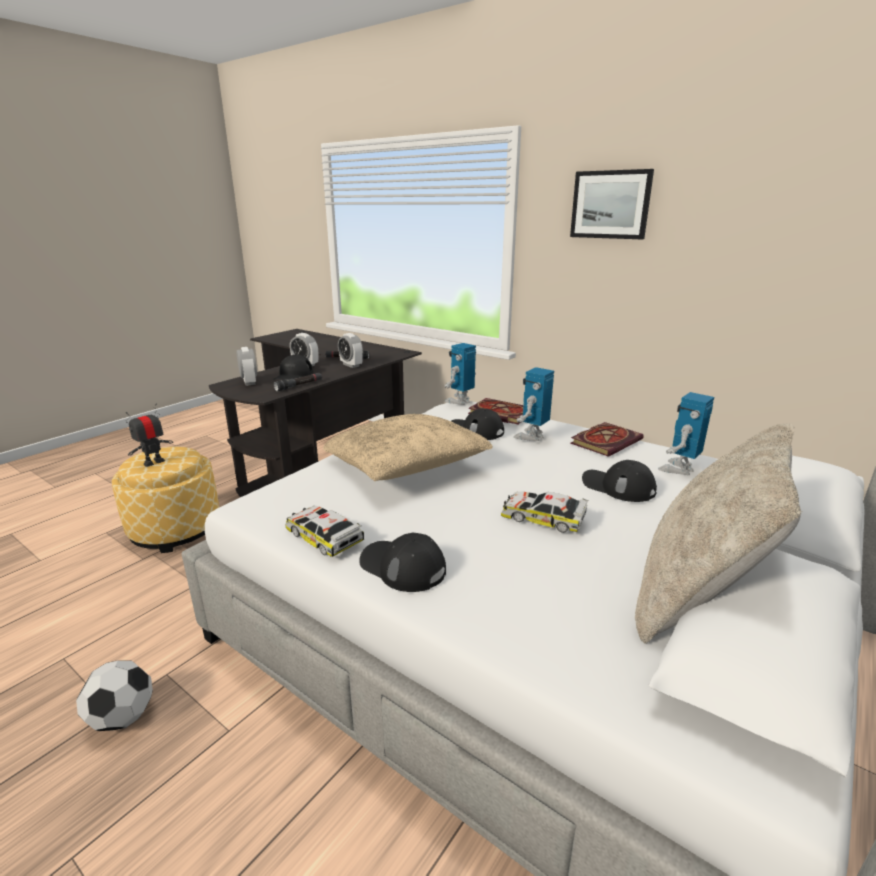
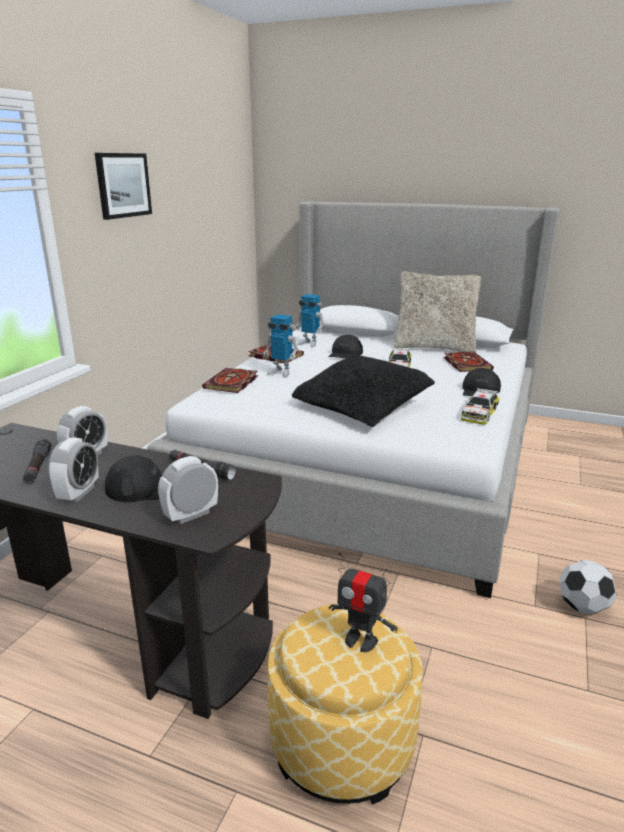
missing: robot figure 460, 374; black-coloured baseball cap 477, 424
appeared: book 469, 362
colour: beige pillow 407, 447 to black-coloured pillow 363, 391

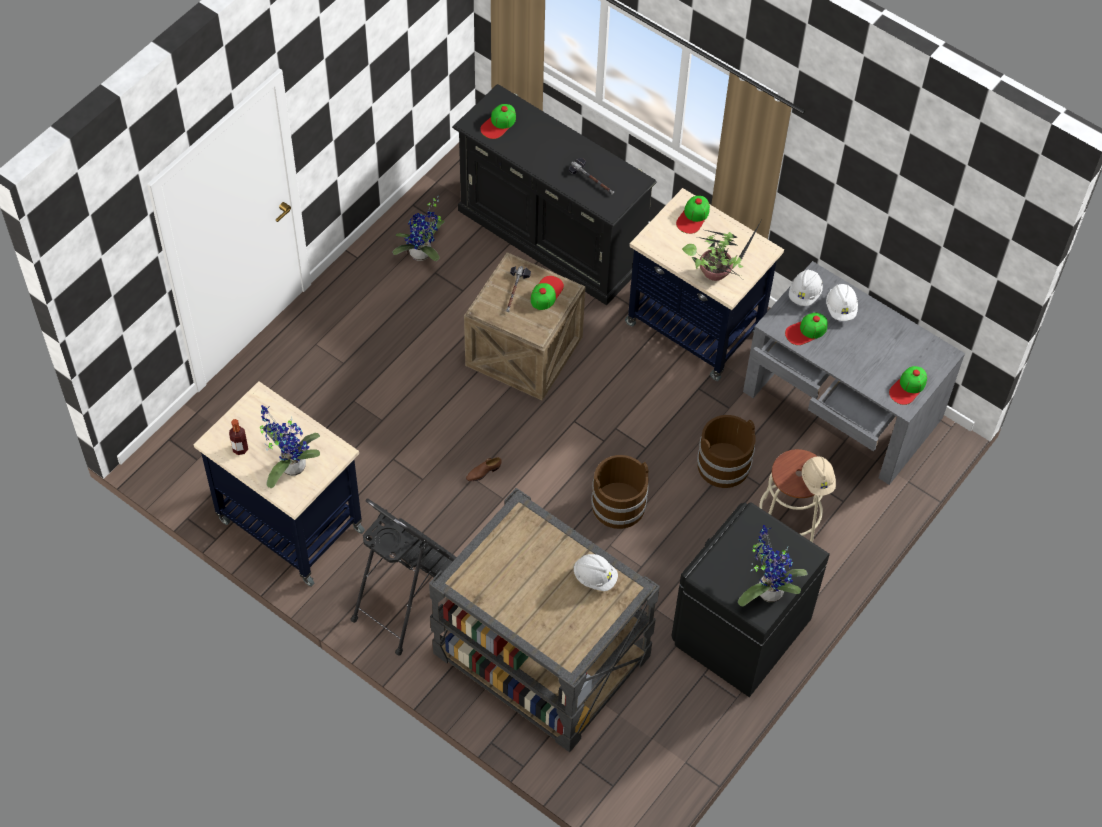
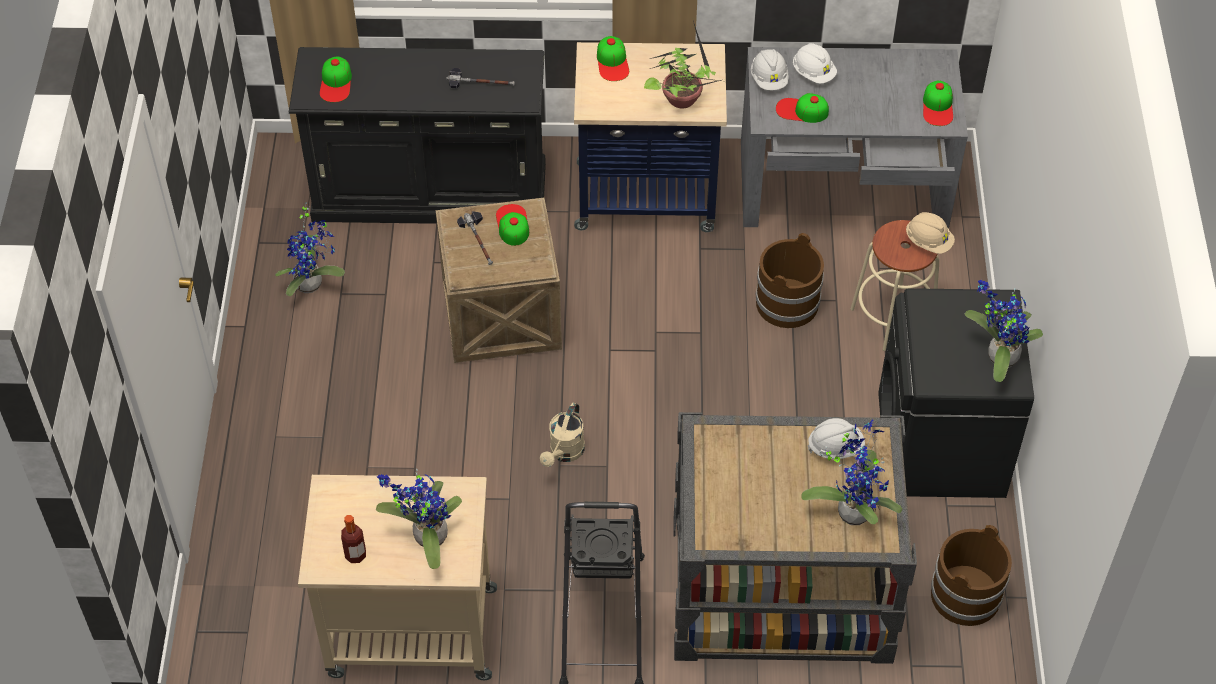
appeared: plant in a pot 851, 472
relocated: brown-coloured water bucket 620, 492 to 971, 575
exchanged: brown-coloured shoe 484, 469 to beige watering can 562, 435
colour: blue-coloured wheeled cart 279, 484 to beige wheeled cart 397, 577
spun: baseball cap 806, 329 = 802, 108 75 degrees clockwise

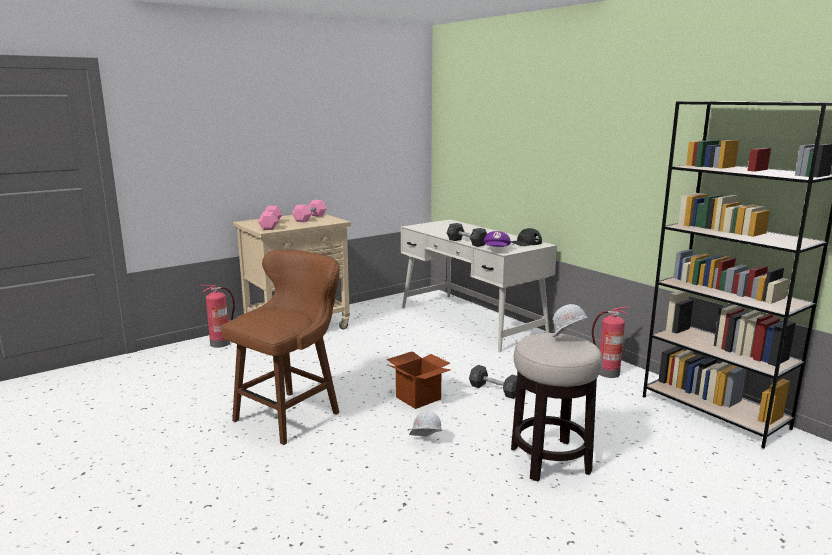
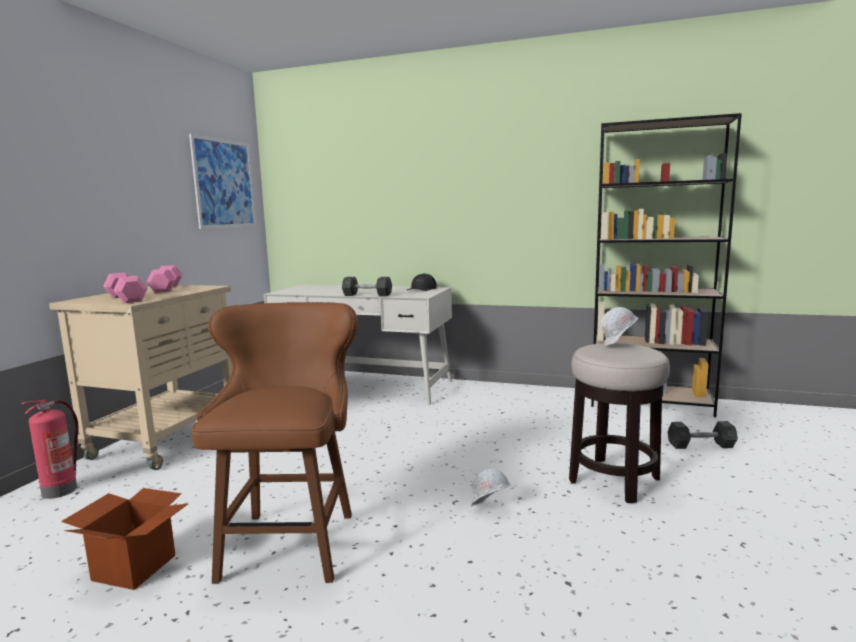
missing: purple-coloured baseball cap 497, 239; fire-fighting cylinder 611, 342
appeared: picture 222, 181
relocated: cardboard box 419, 380 to 124, 539; gray hand weight 493, 382 to 702, 435

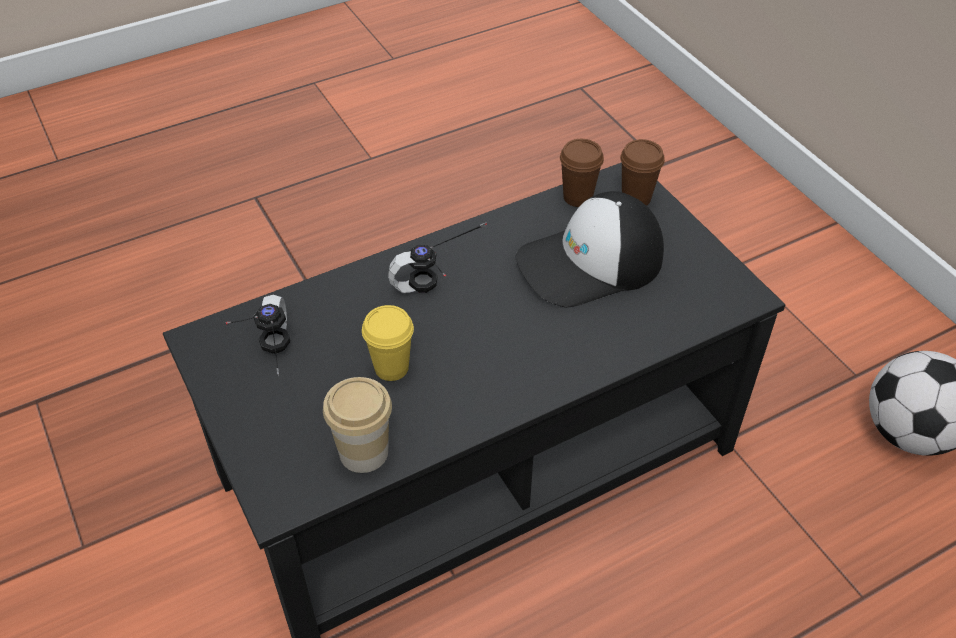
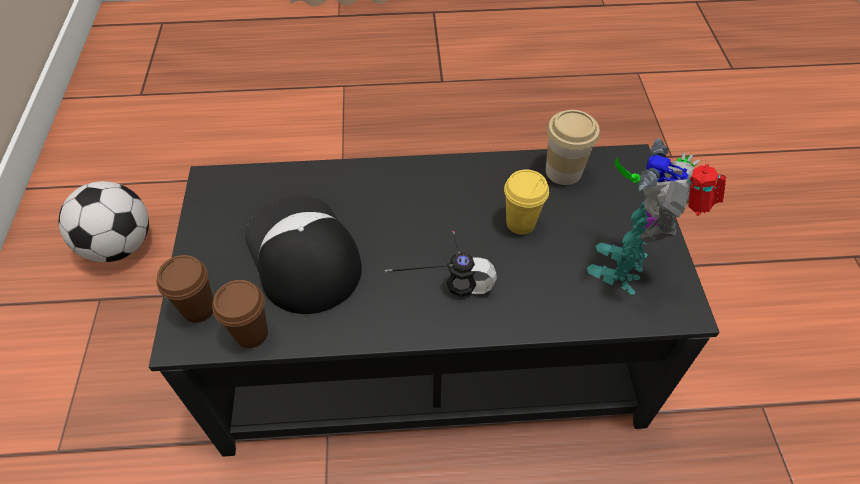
exchanged: headset 258, 335 to robot figure 656, 216
spun: baseball cap 590, 249 = 303, 255 120 degrees counterclockwise

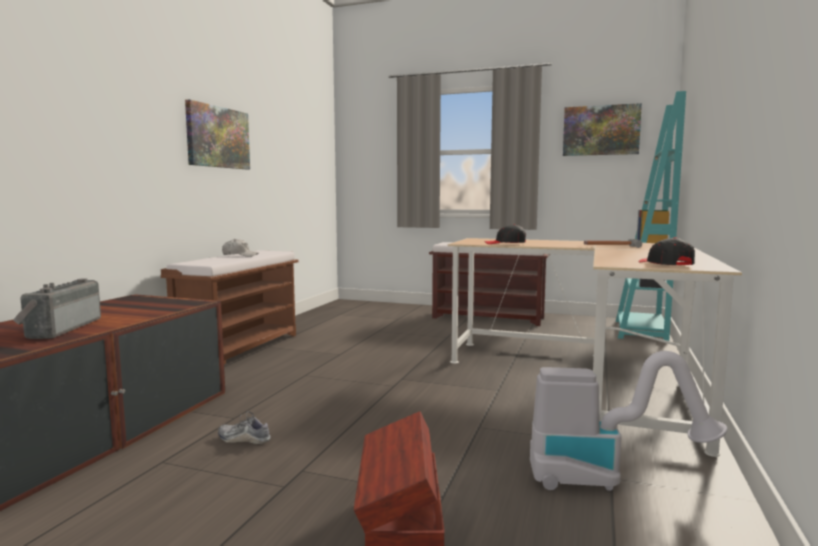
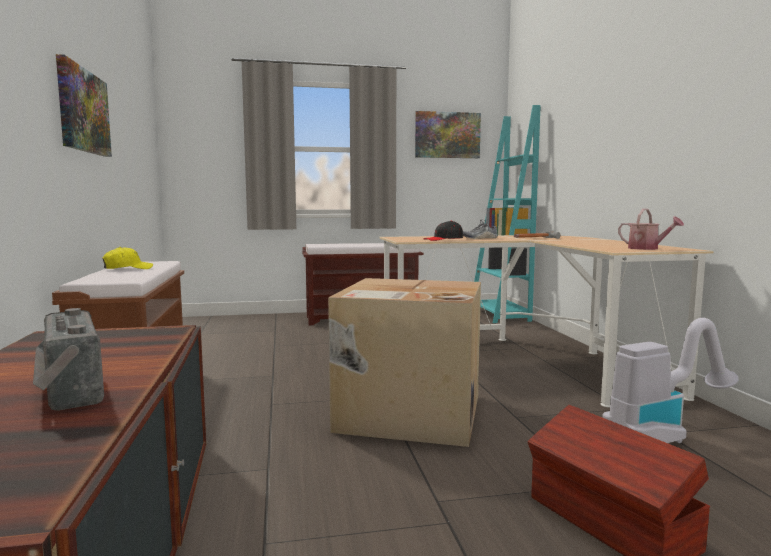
appeared: cardboard box 404, 362
relocated: shoe 244, 427 to 480, 229
exchanged: black-coloured baseball cap 666, 251 to watering can 651, 229
colour: white-coloured baseball cap 240, 248 to yellow baseball cap 128, 258

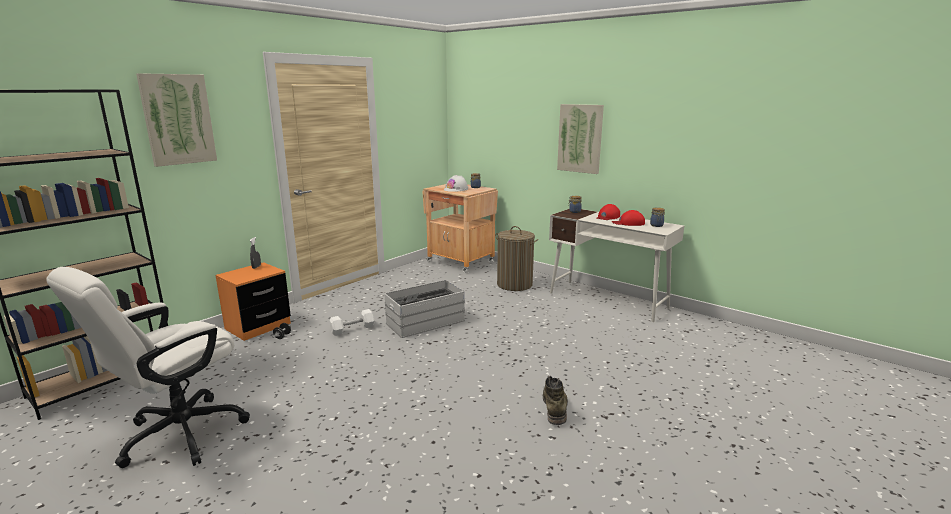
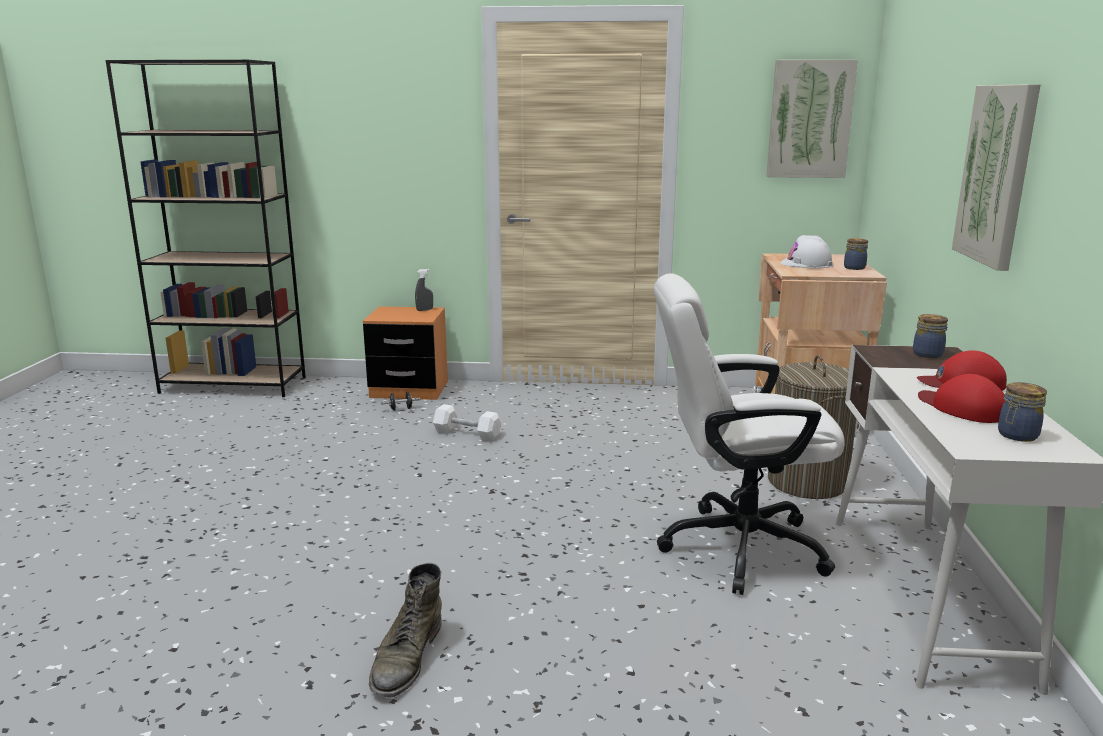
missing: gray storage box 424, 309
relocated: white-coloured computer chair 148, 367 to 749, 434; picture 176, 120 to 812, 119
spun: green tall boot 555, 400 = 405, 630 135 degrees clockwise

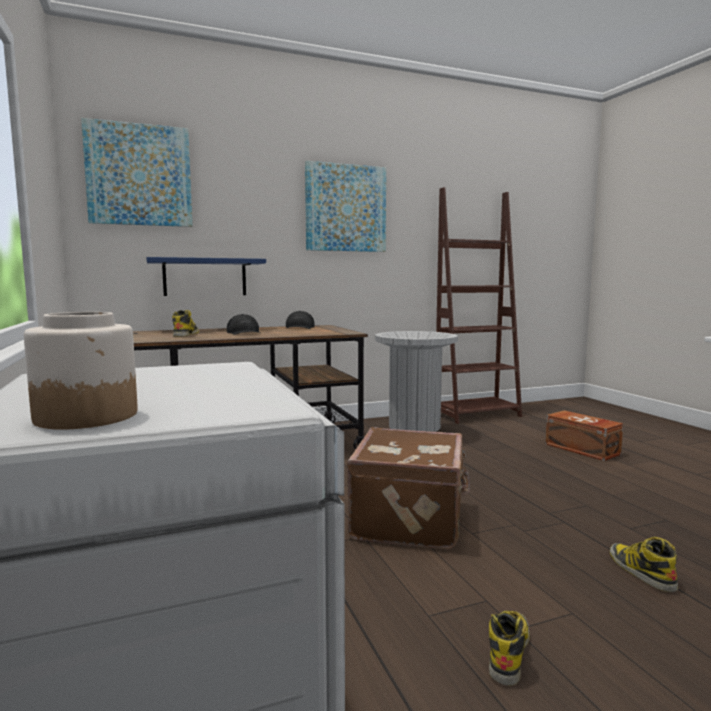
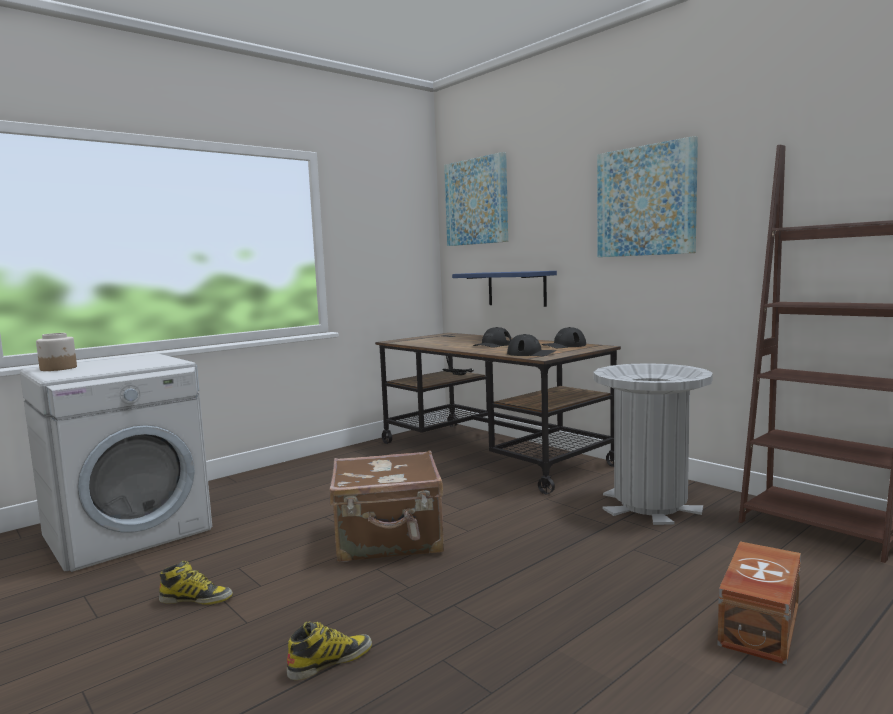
missing: tall boot 185, 323
appeared: black-coloured baseball cap 531, 345

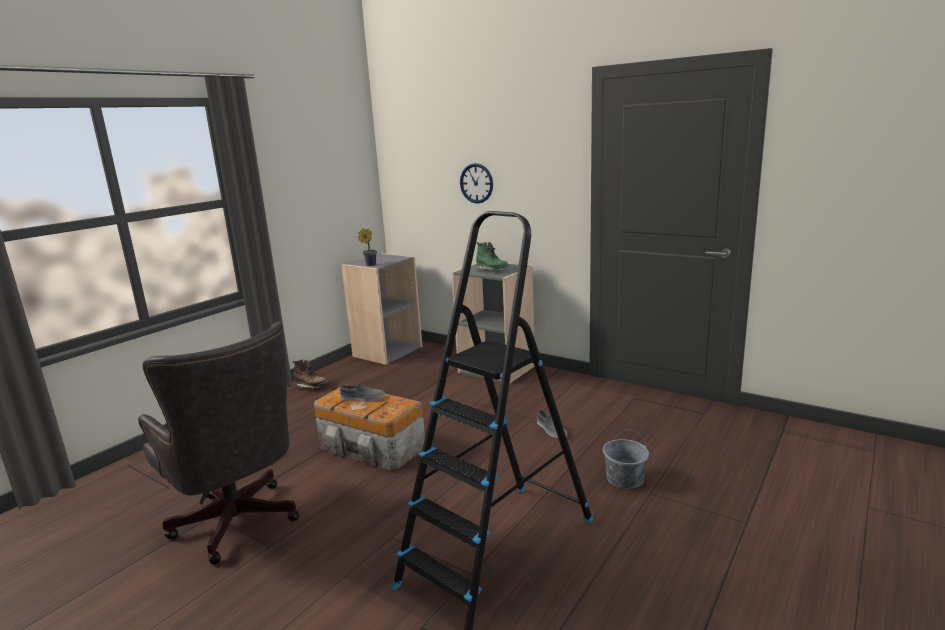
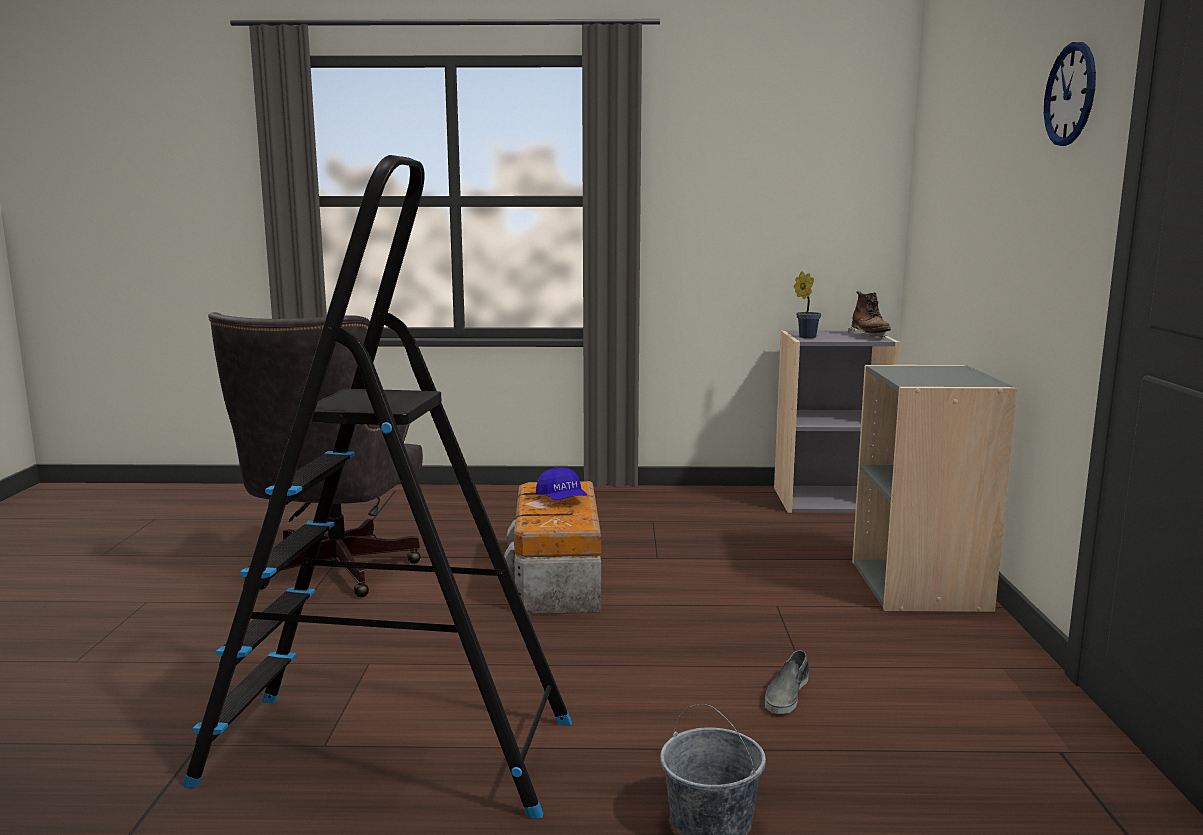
missing: green tall boot 492, 256
relocated: brown-coloured tall boot 310, 374 to 869, 314; clock on the wall 476, 183 to 1070, 94
exchanged: gray shoe 362, 392 to blue-coloured baseball cap 561, 483

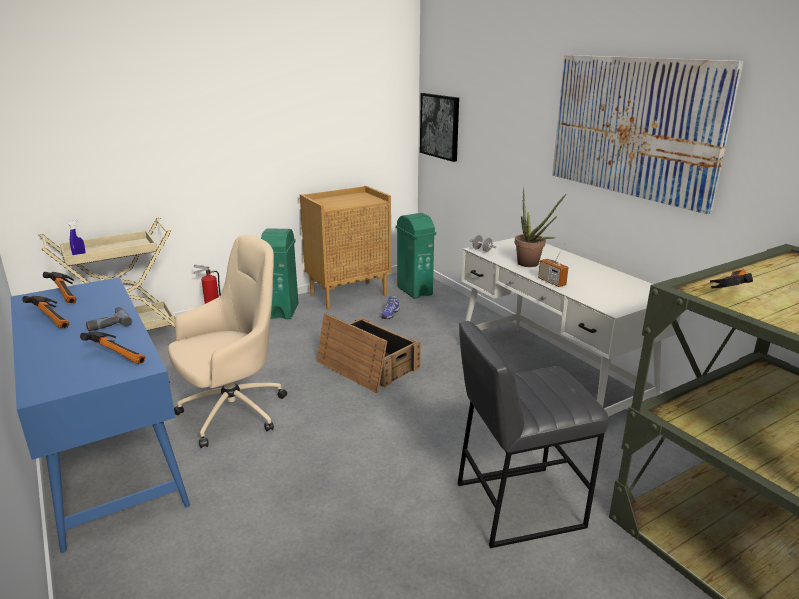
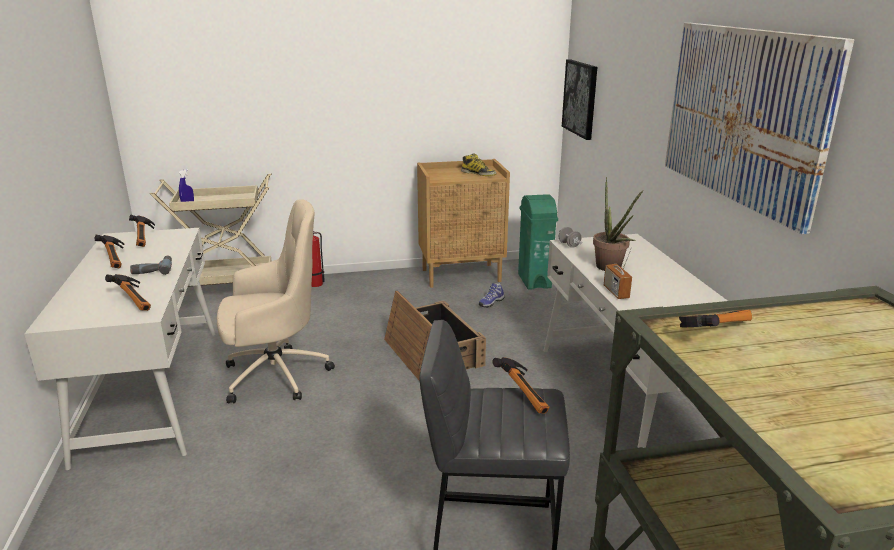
missing: green trash can 279, 274
appeared: tall boot 479, 164; tool hammer 520, 385
colour: blue-coloured desk 100, 415 to white-coloured desk 120, 349

